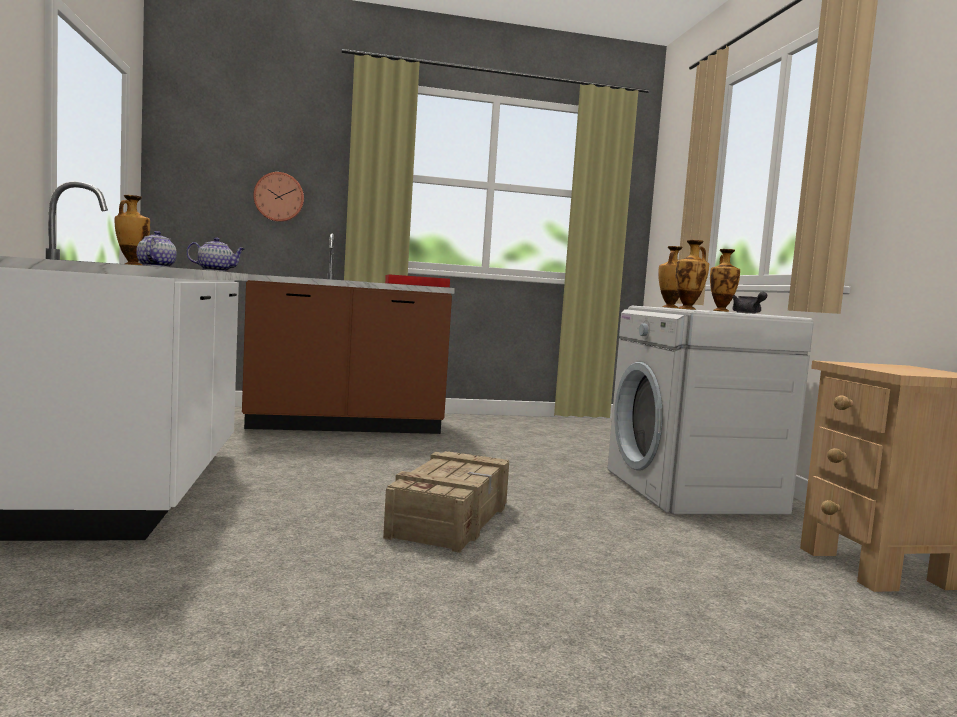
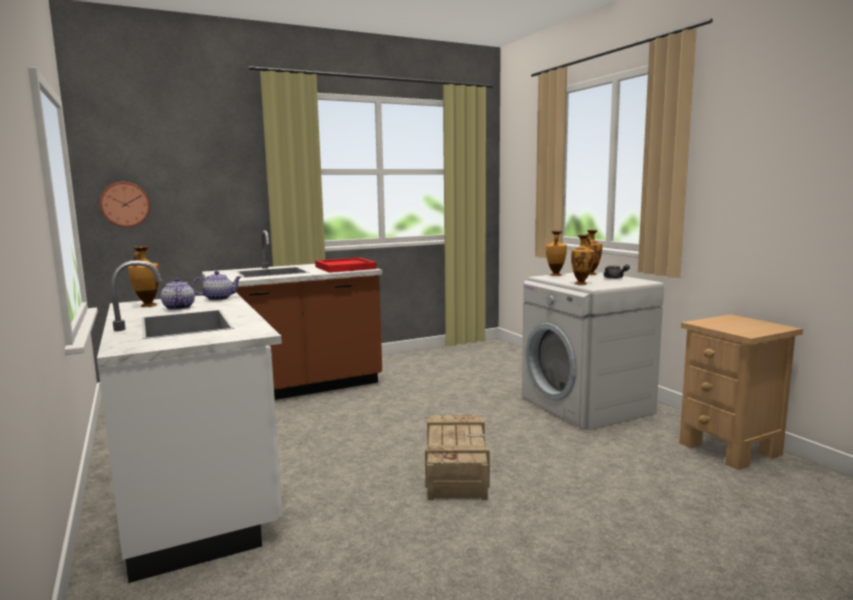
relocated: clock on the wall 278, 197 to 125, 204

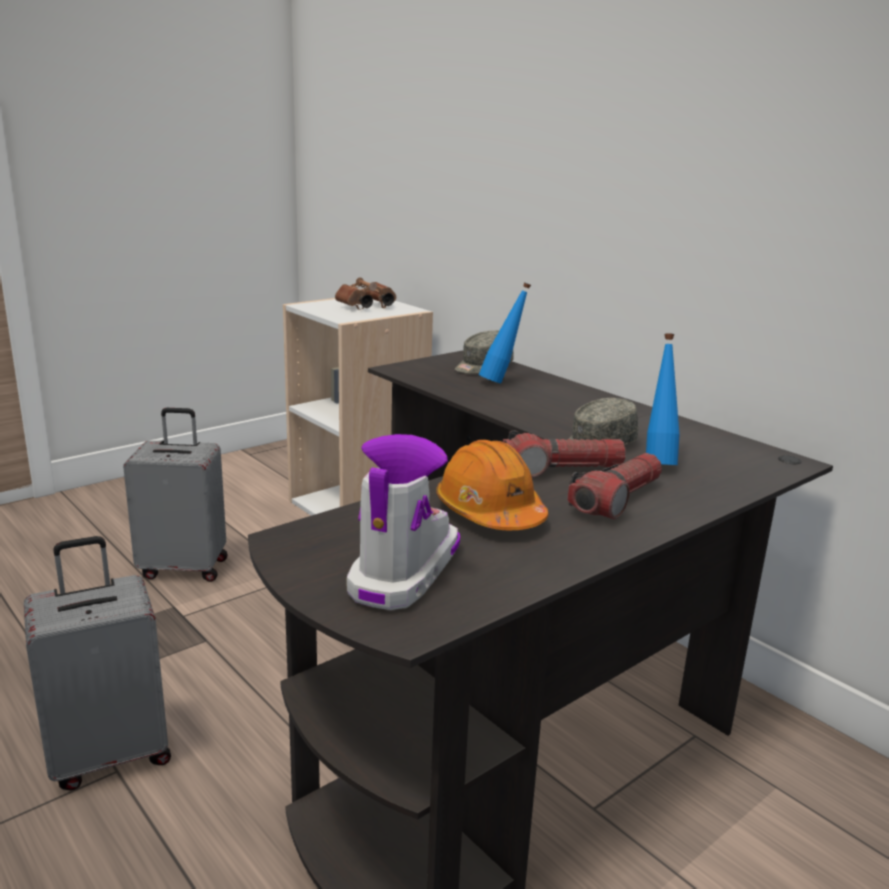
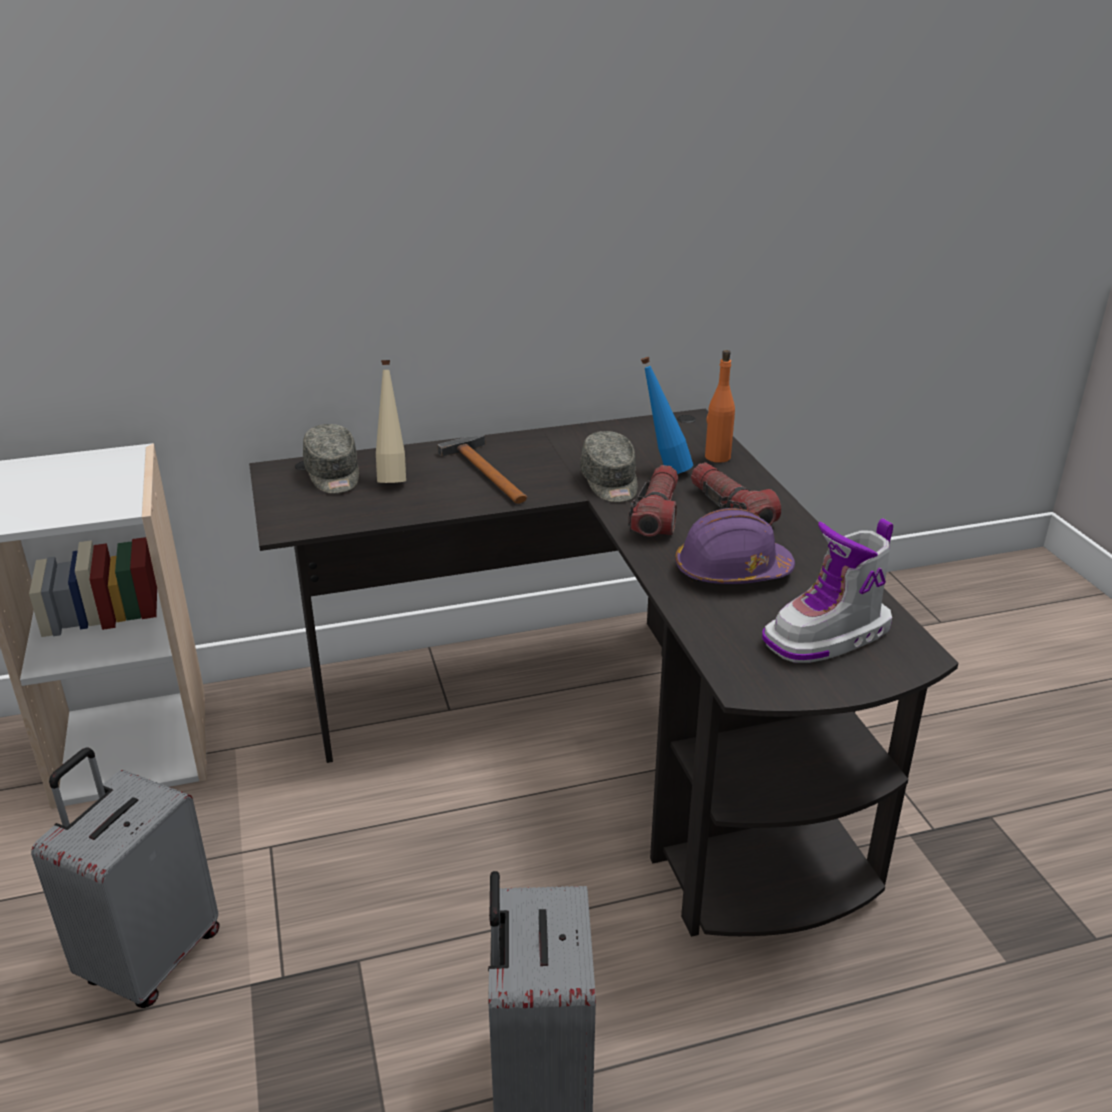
missing: brown-coloured field glasses 365, 293
appeared: tool hammer 482, 469; orange-coloured drink bottle 720, 406
colour: blue-coloured drink bottle 505, 332 to beige drink bottle 391, 421; orange-coloured safety helmet 492, 485 to purple-coloured safety helmet 735, 546
spun: tall boot 403, 522 = 827, 591 75 degrees counterclockwise

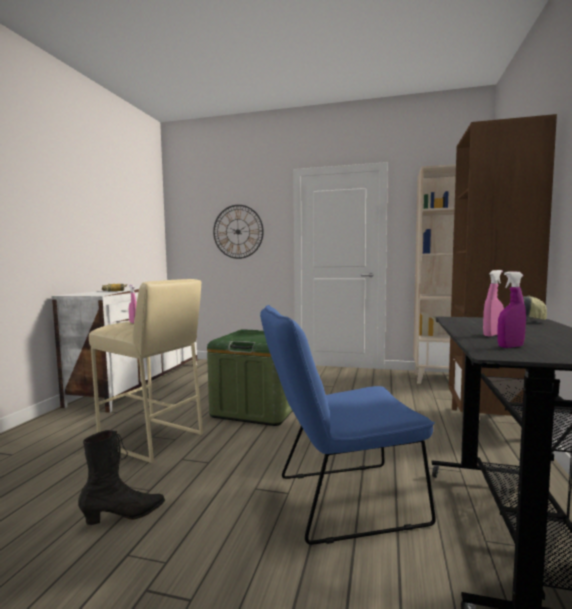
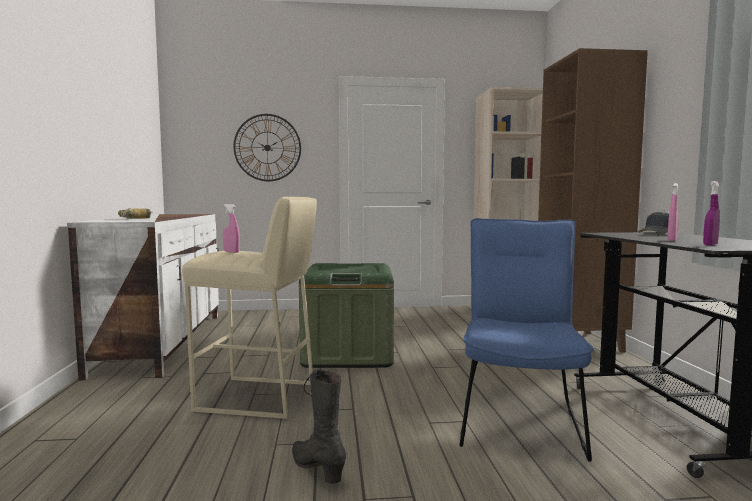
spun: black-coloured tall boot 121, 477 = 319, 427 75 degrees counterclockwise; blue-coloured chair 348, 425 = 526, 340 135 degrees clockwise

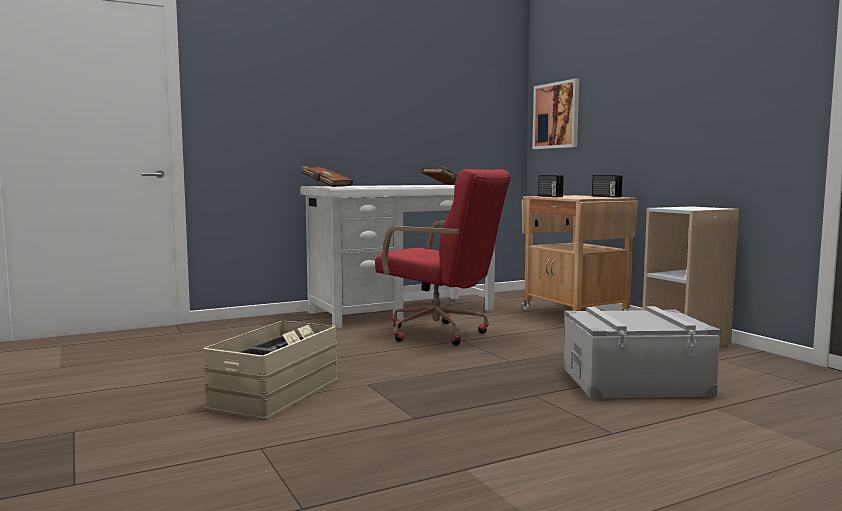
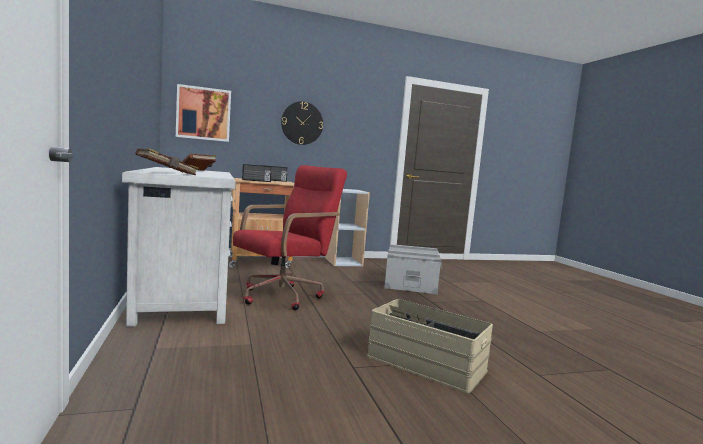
appeared: clock on the wall 302, 123

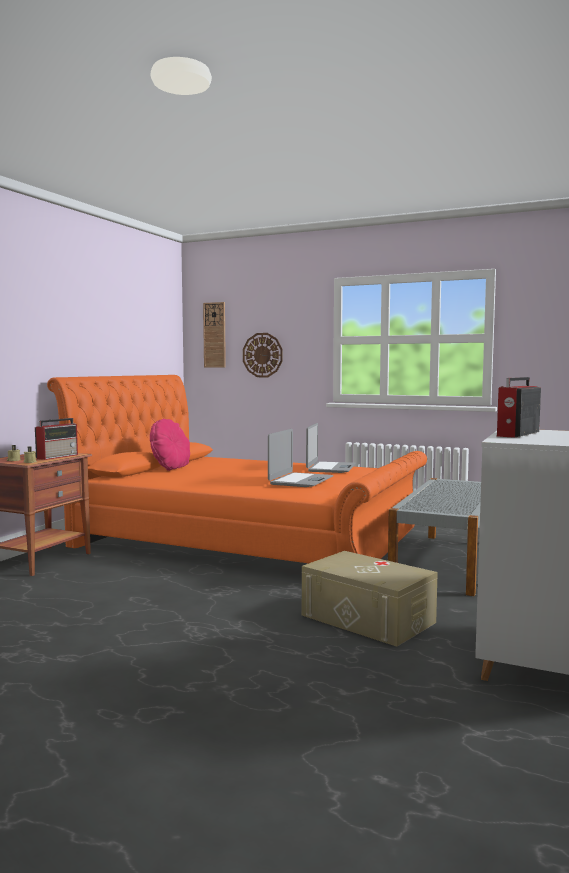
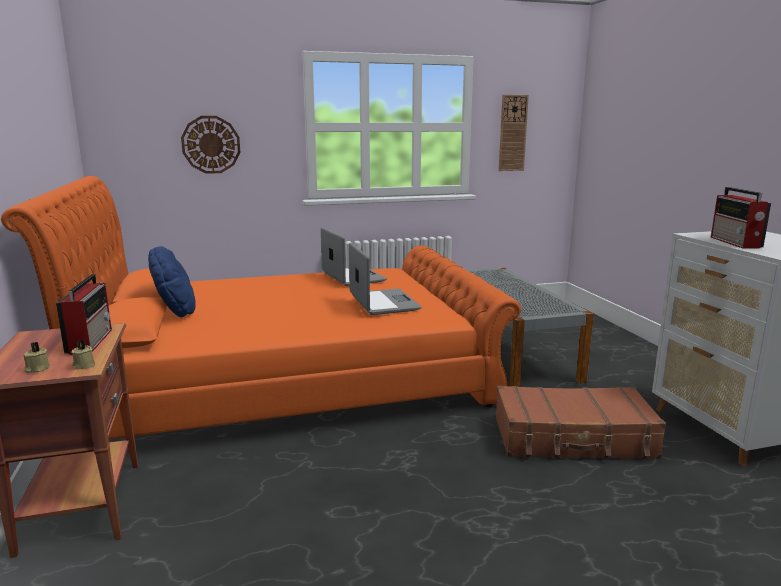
relocated: clock on the wall 214, 334 to 514, 133
exchanged: beige storage box 370, 599 to brown-coloured piece of luggage 580, 422
colour: pink pillow 170, 445 to blue-coloured pillow 172, 281

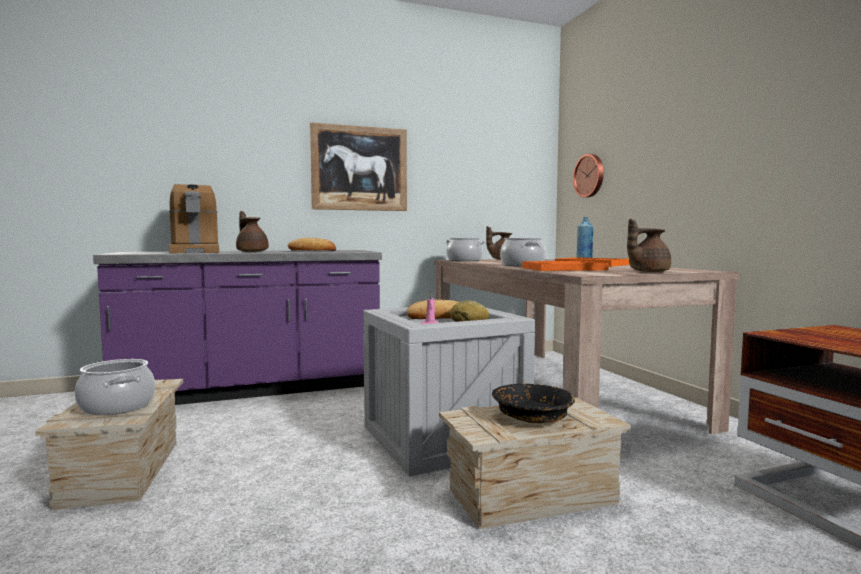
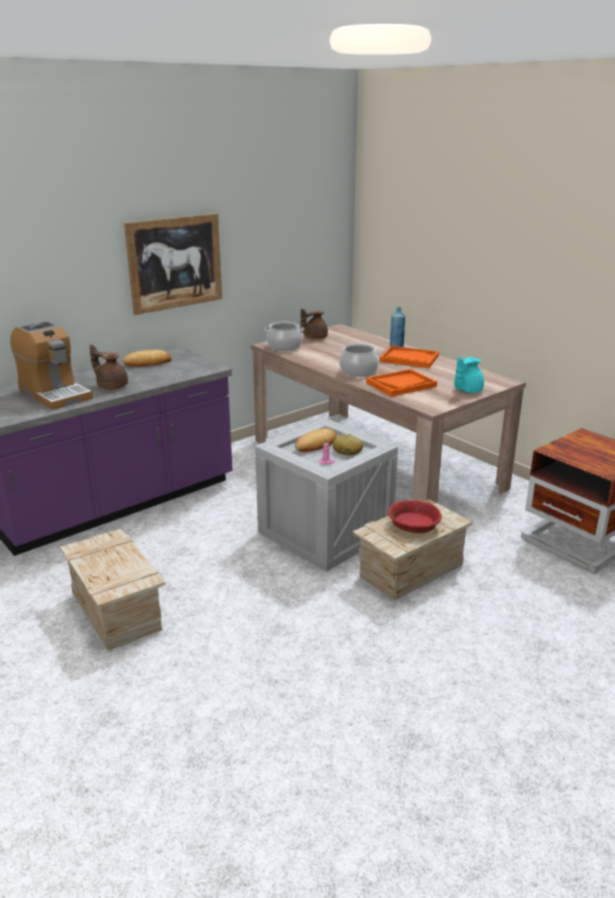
missing: cooking pot 115, 387; clock on the wall 588, 175
colour: black-coloured bowl 533, 403 to reddish bowl 415, 516; brown-coloured teapot 649, 245 to blue-green teapot 469, 375

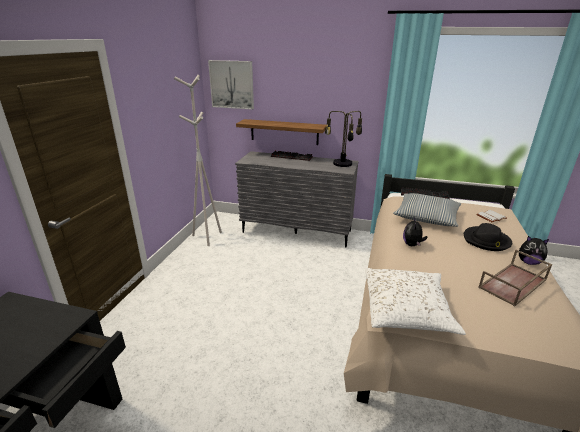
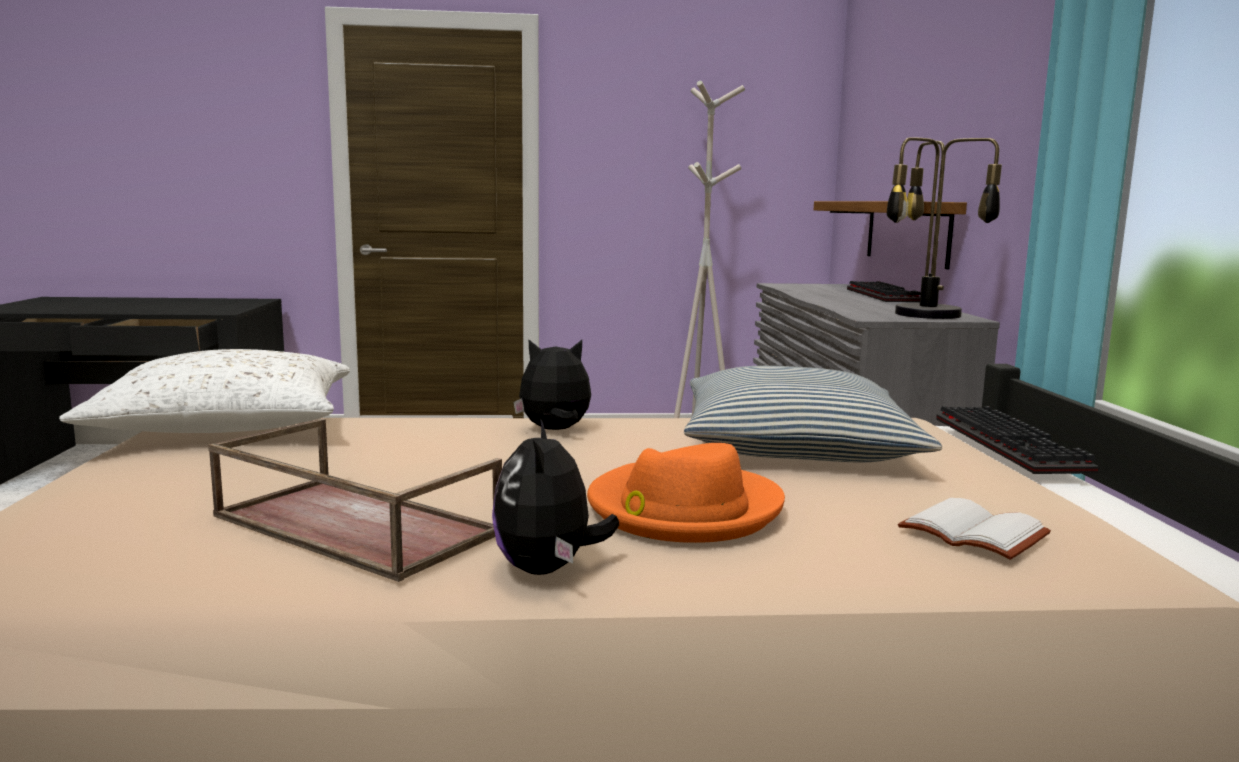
missing: picture 231, 85
colour: black-coloured hat 488, 237 to orange-coloured hat 686, 493

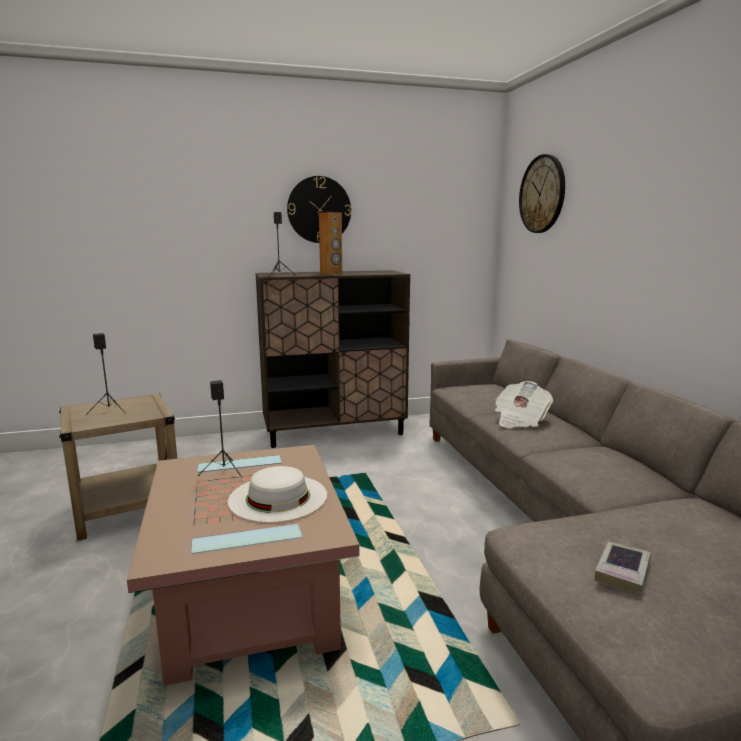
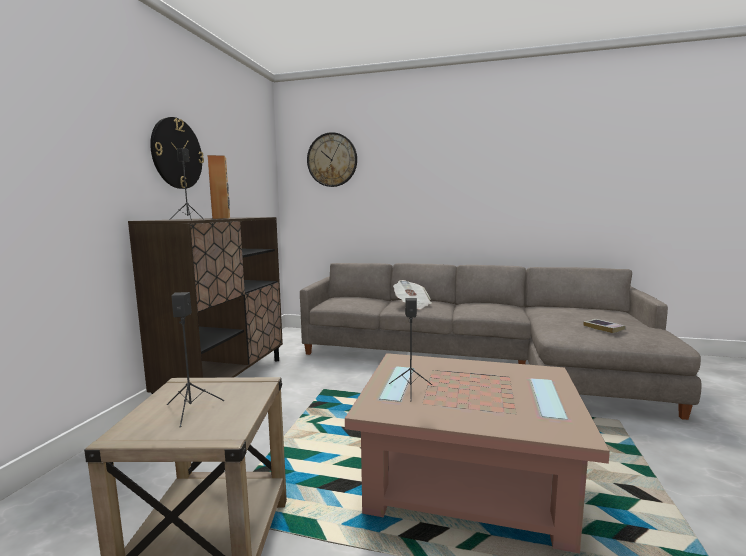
missing: white-coloured hat 277, 494

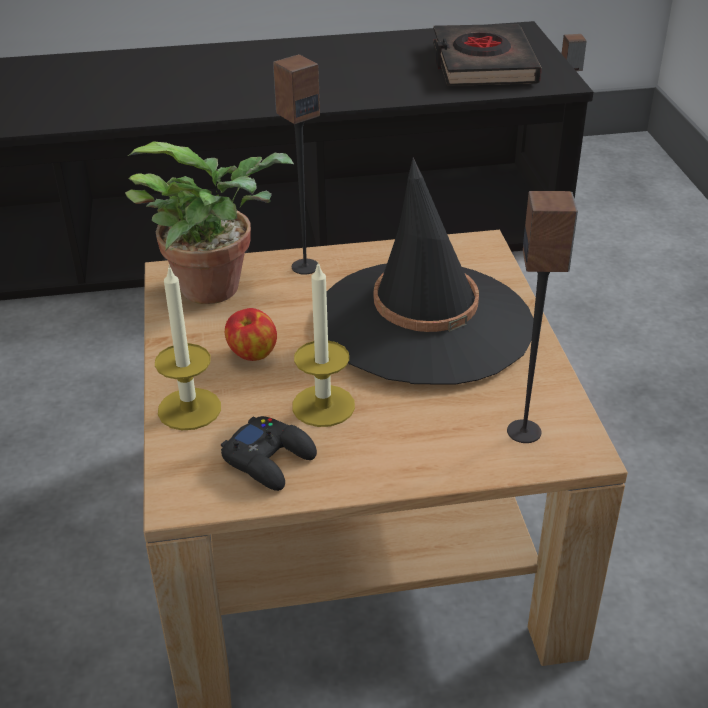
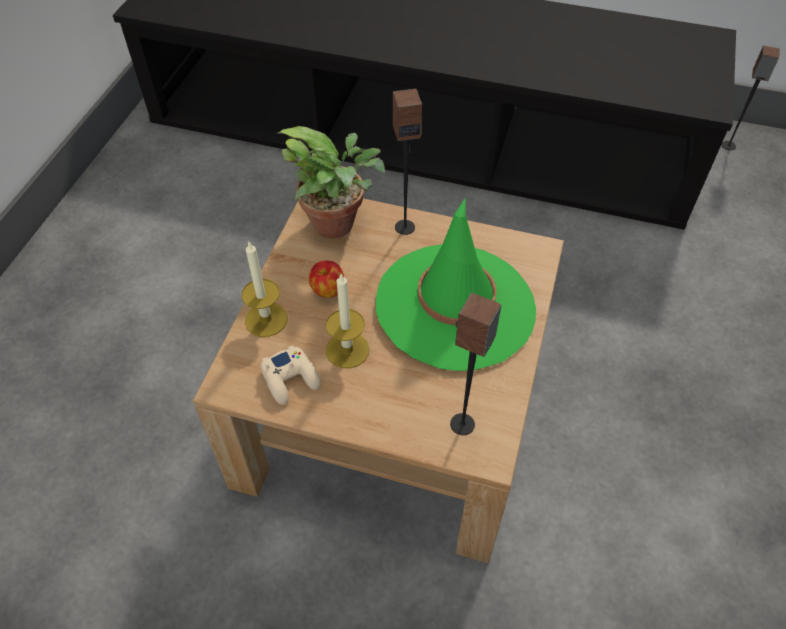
missing: black-coloured book 487, 55
colour: black-coloured gamepad 269, 453 to beige gamepad 290, 375; black-coloured hat 430, 270 to green hat 456, 284

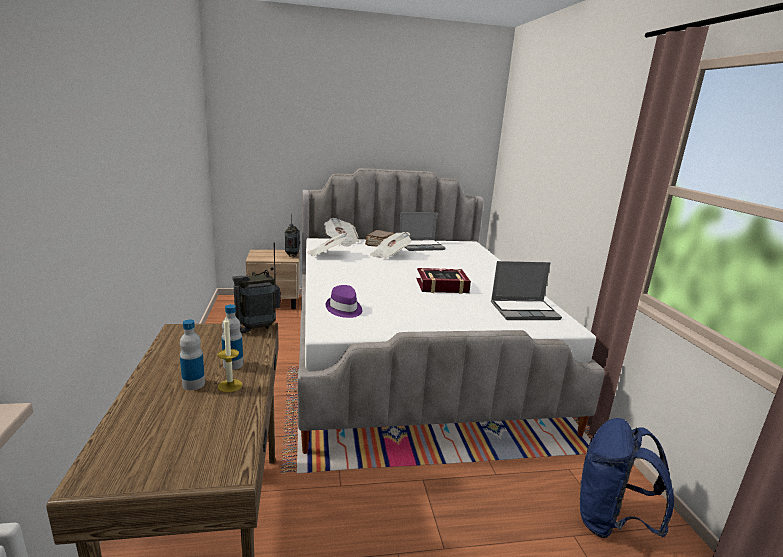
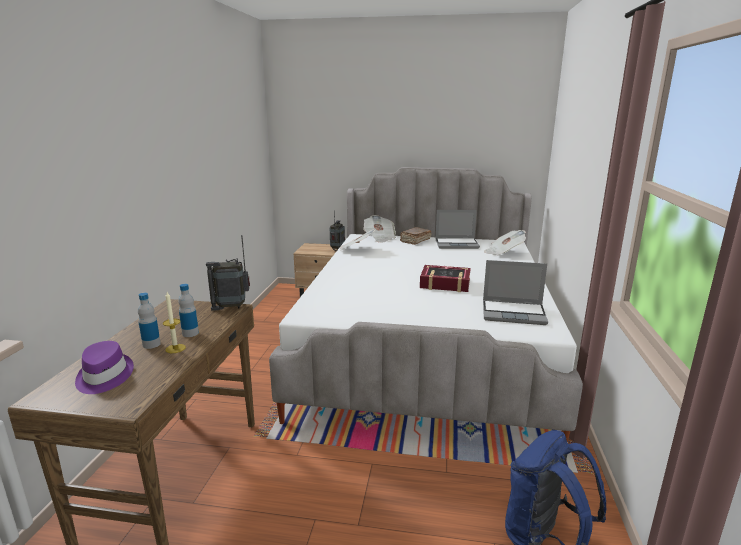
relocated: purple-coloured hat 344, 301 to 104, 367; daily paper 390, 245 to 505, 243

